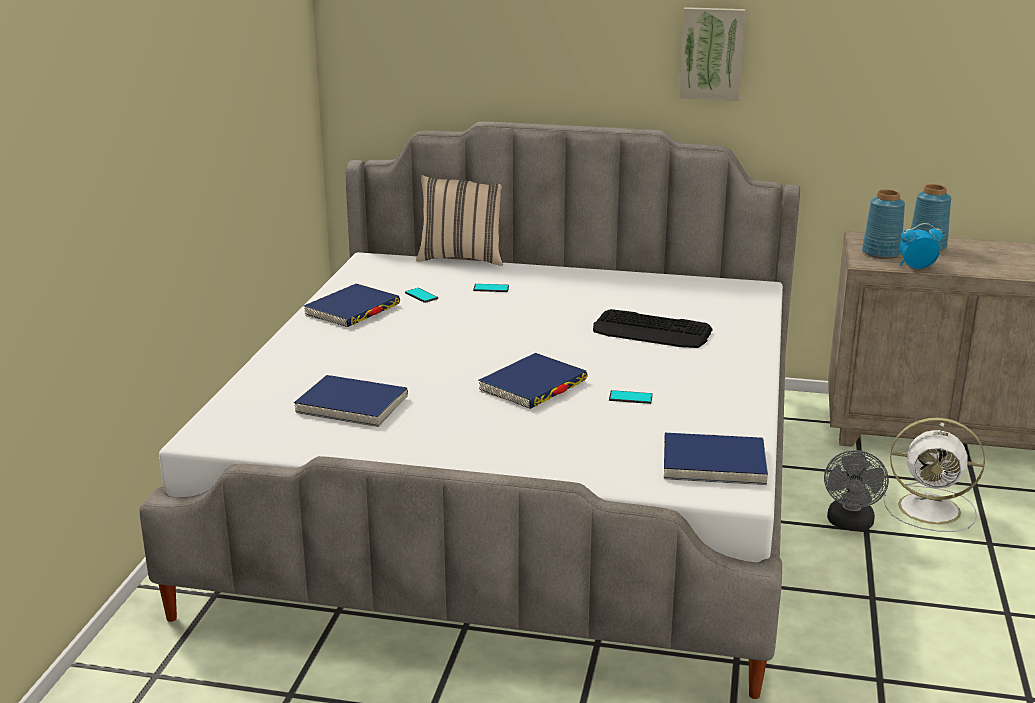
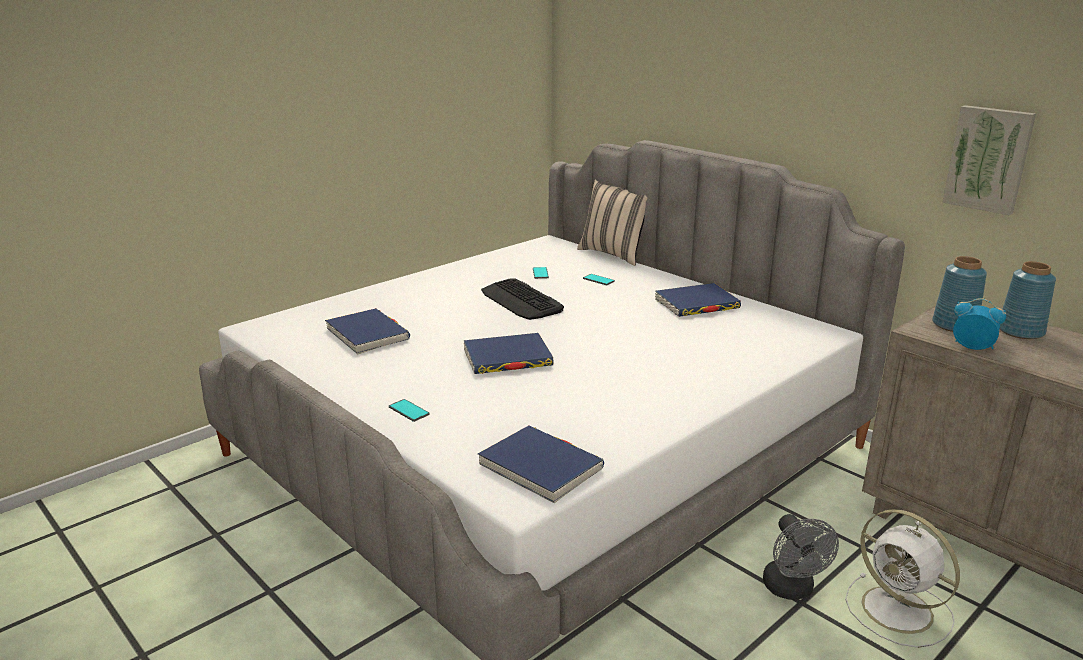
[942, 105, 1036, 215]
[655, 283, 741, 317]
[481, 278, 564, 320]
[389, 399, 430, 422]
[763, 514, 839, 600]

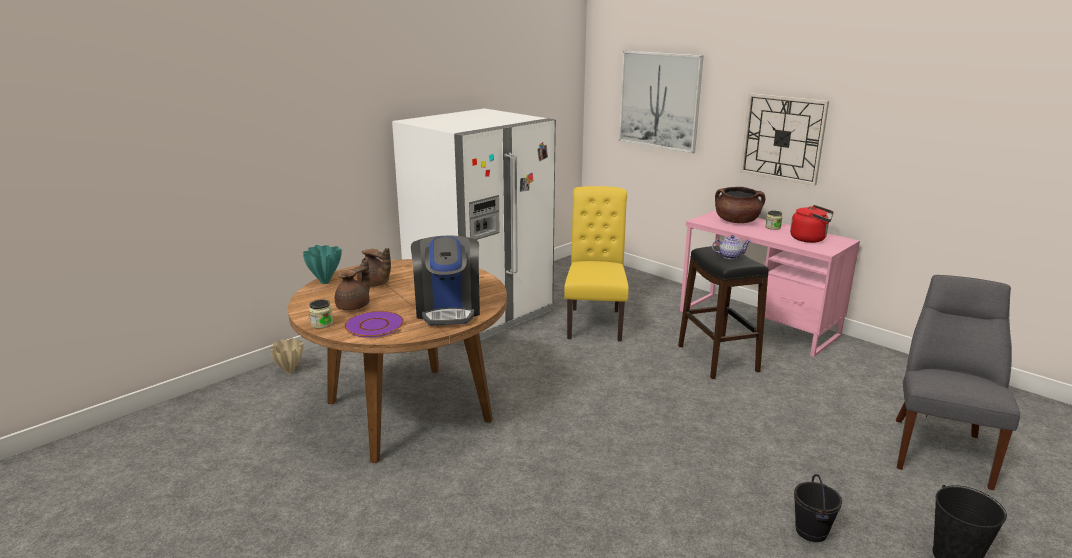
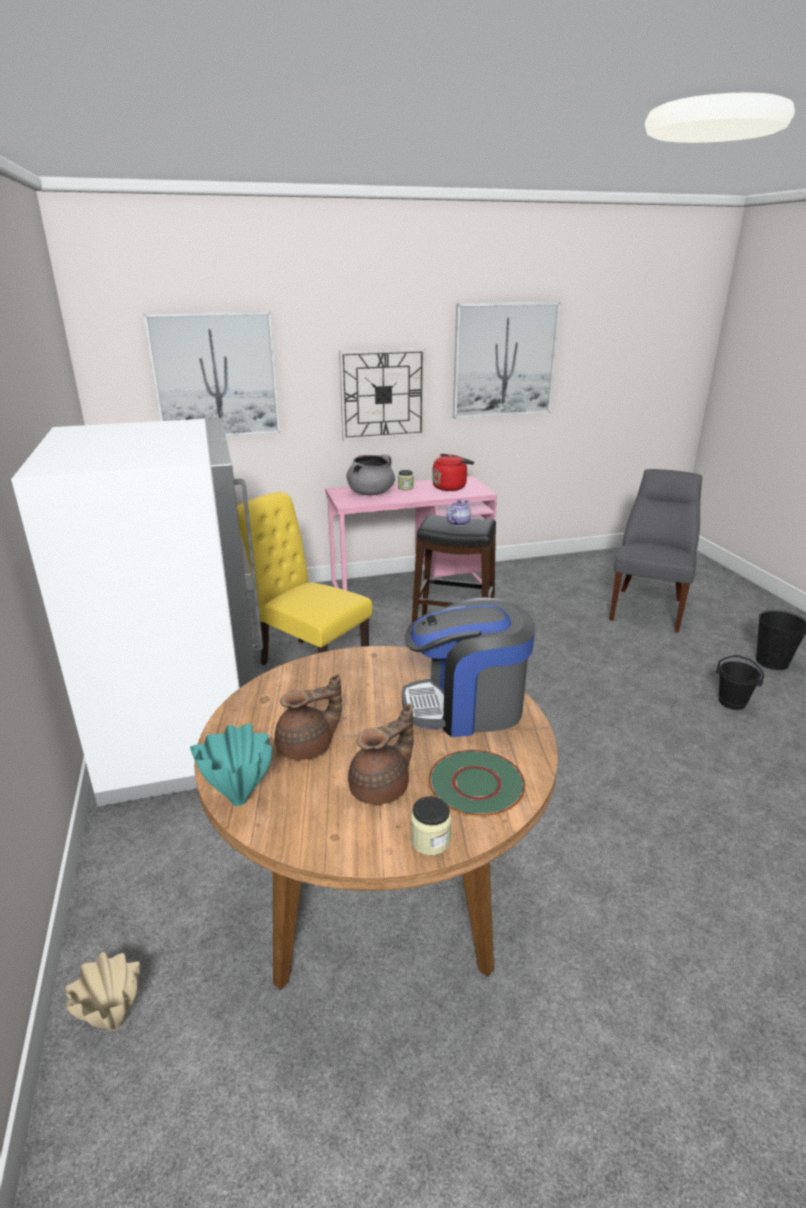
[346, 454, 395, 495]
[402, 597, 535, 737]
[348, 704, 413, 804]
[609, 469, 702, 633]
[428, 750, 526, 817]
[453, 302, 561, 418]

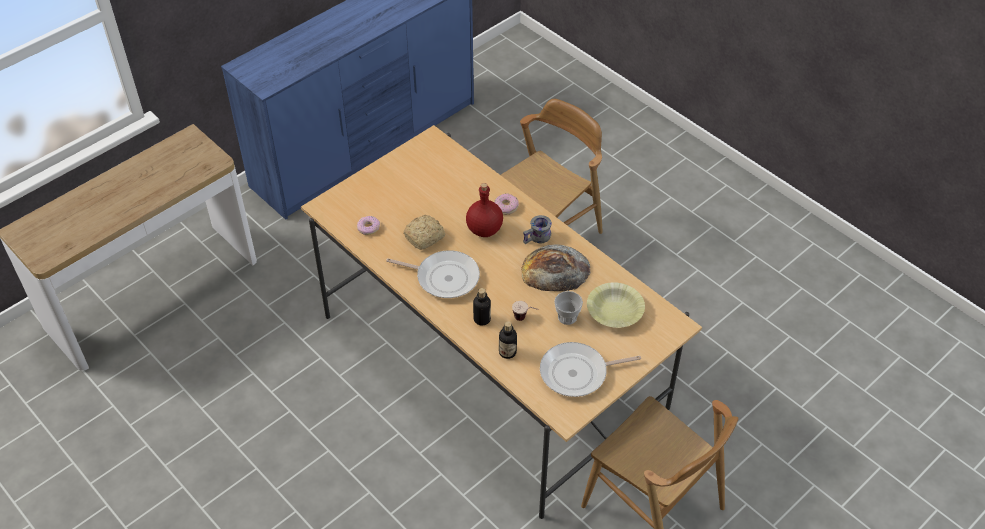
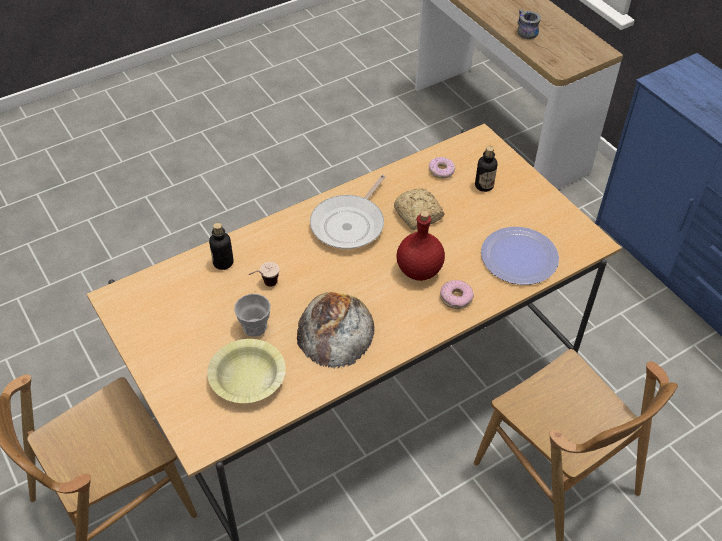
[517, 9, 541, 39]
[475, 146, 497, 192]
[540, 342, 641, 397] (first image)
[481, 227, 559, 285]

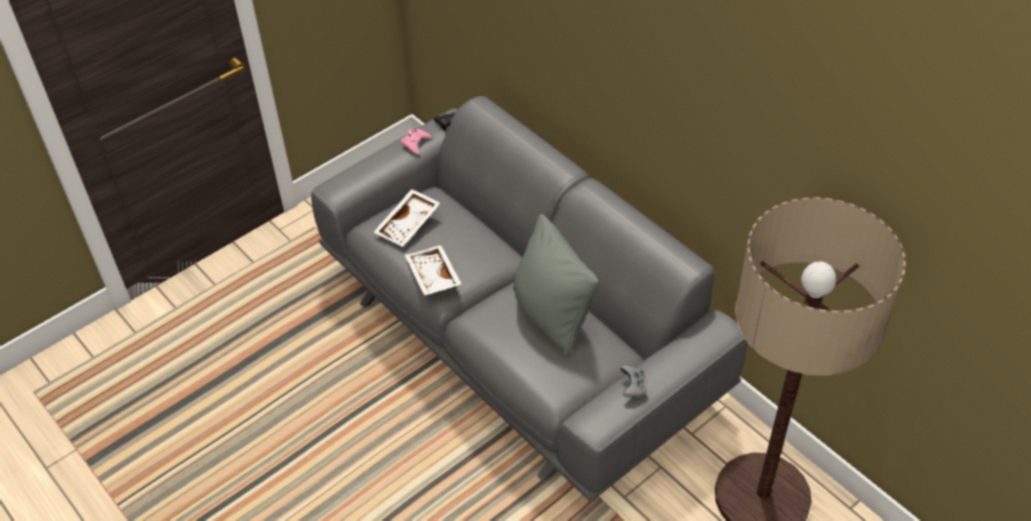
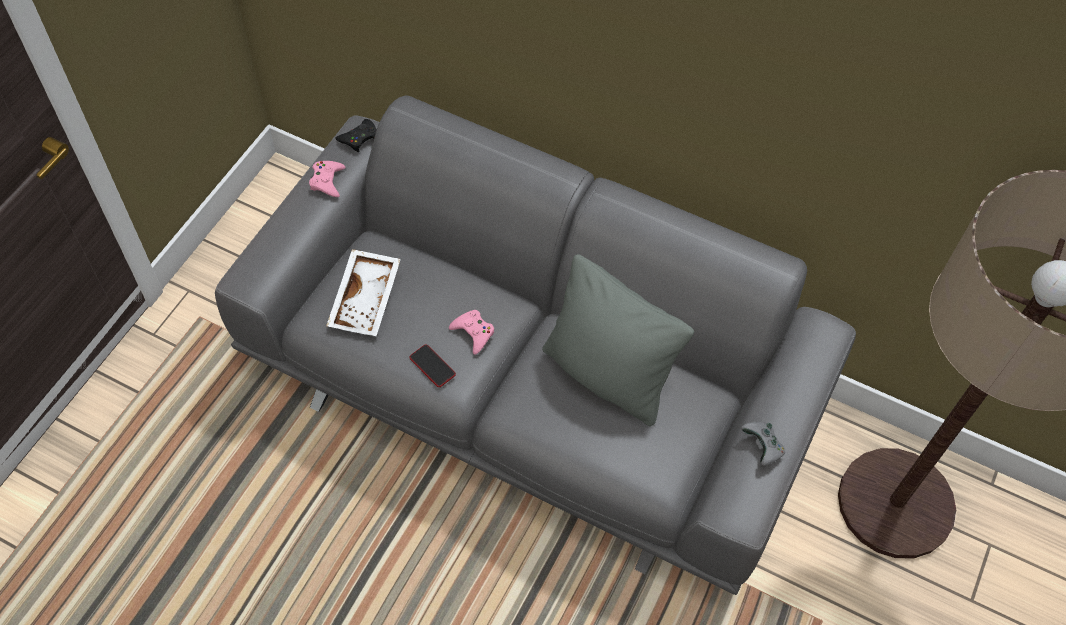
[409, 344, 456, 387]
[449, 310, 494, 355]

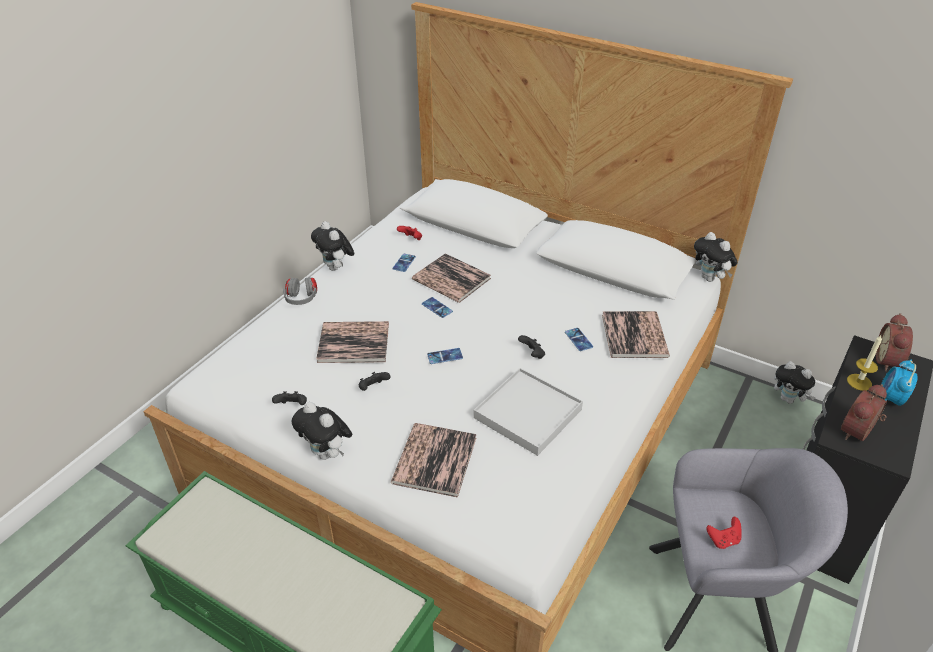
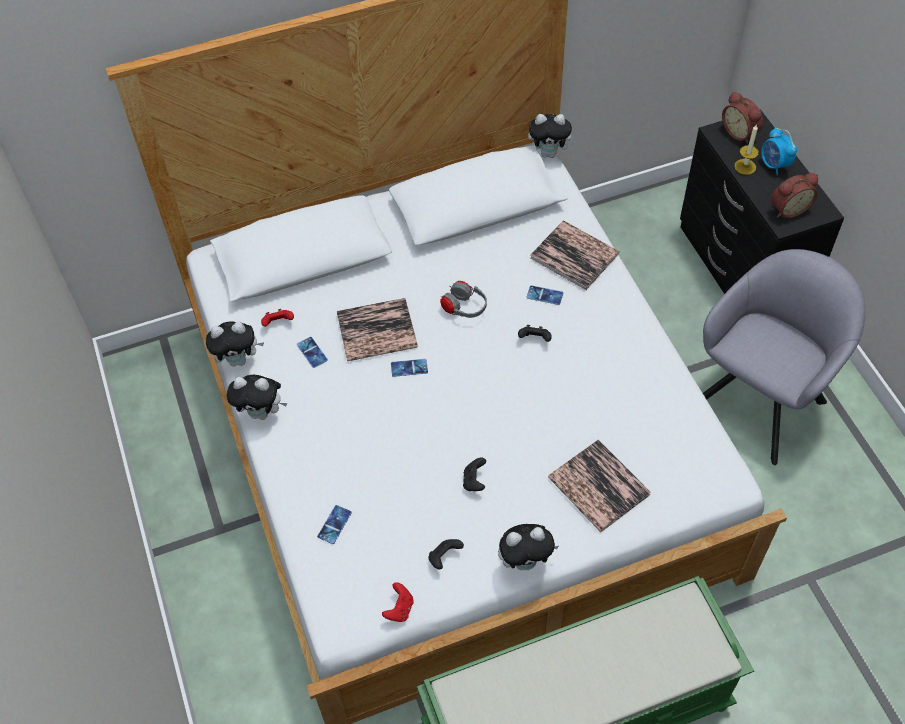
[440, 281, 487, 318]
[316, 321, 389, 363] (first image)
[317, 505, 352, 544]
[206, 322, 264, 367]
[474, 368, 583, 456] (first image)
[771, 173, 818, 218]
[382, 582, 414, 622]

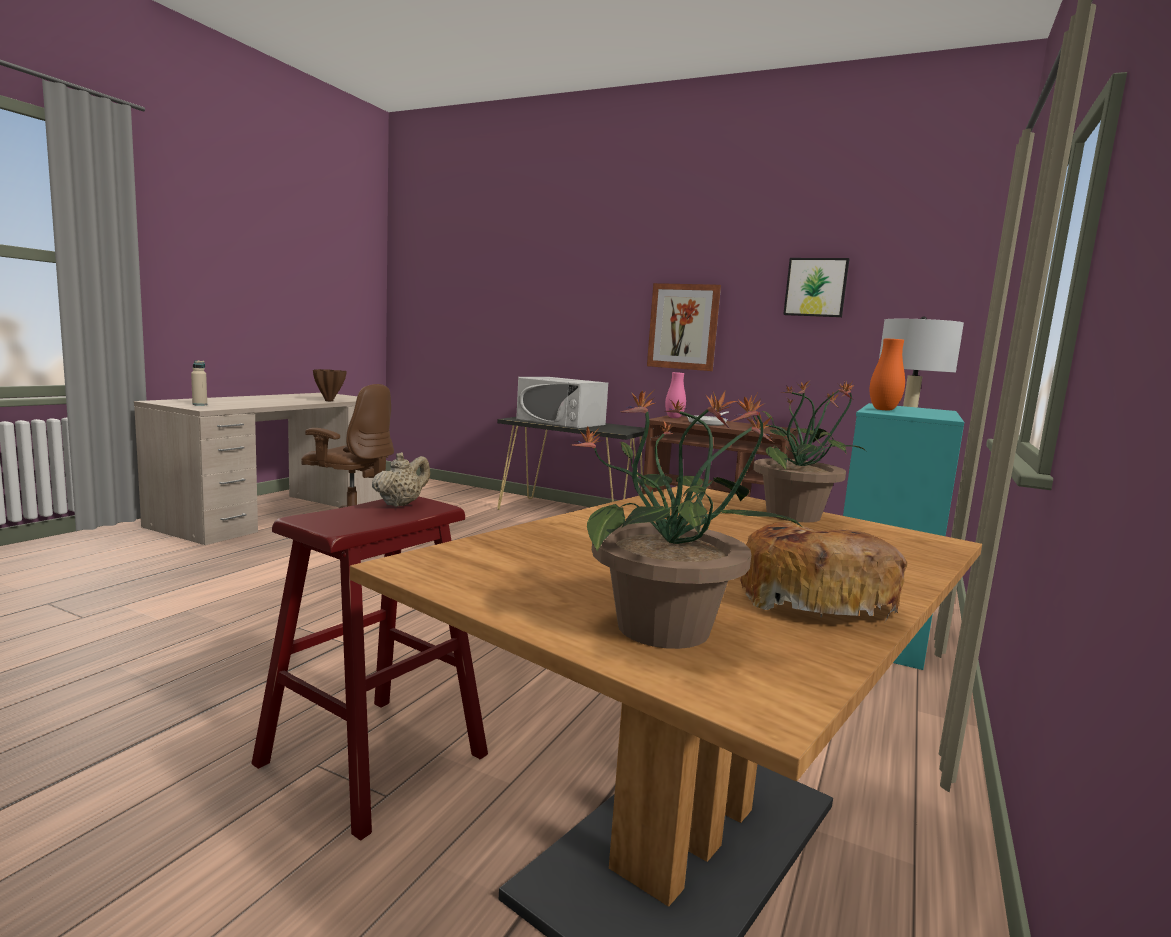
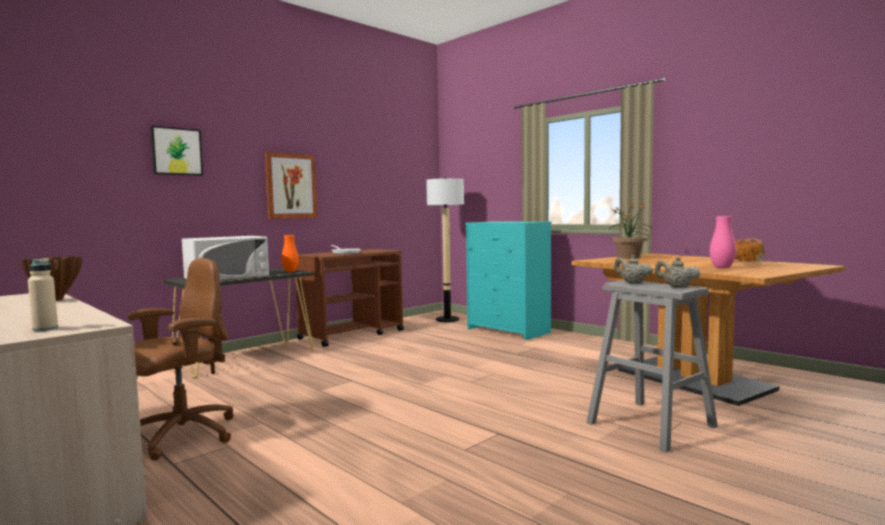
[150, 126, 203, 176]
[281, 235, 299, 272]
[710, 216, 736, 268]
[572, 390, 802, 649] (first image)
[586, 280, 718, 453]
[655, 257, 700, 288]

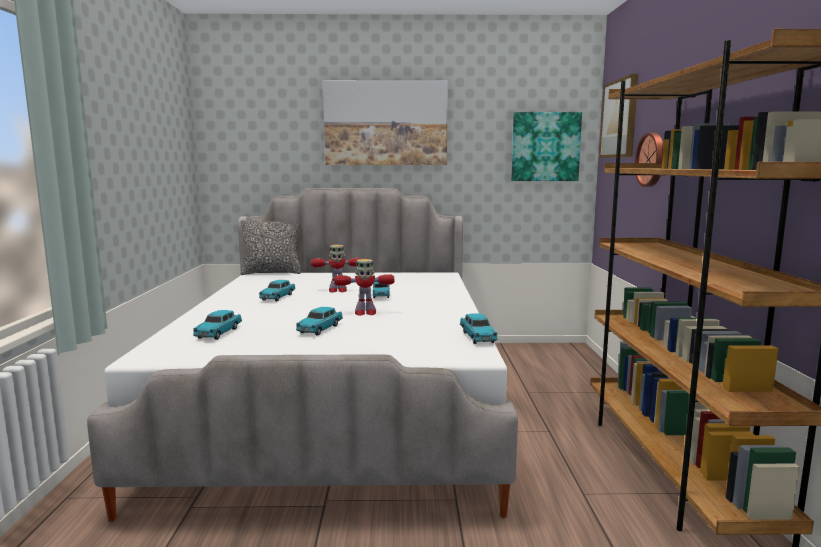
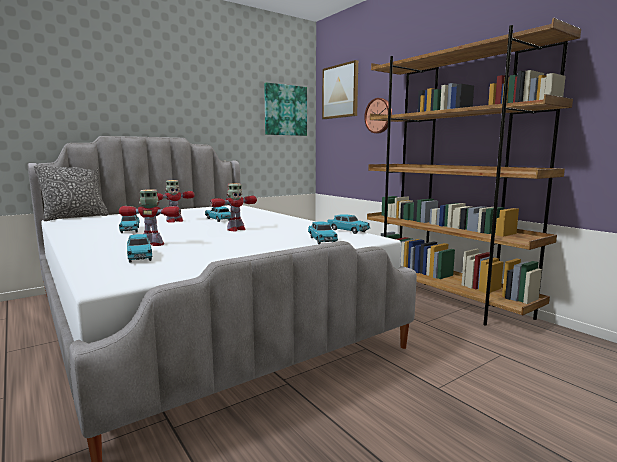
[323, 80, 448, 165] (first image)
[308, 222, 338, 244]
[119, 189, 181, 246]

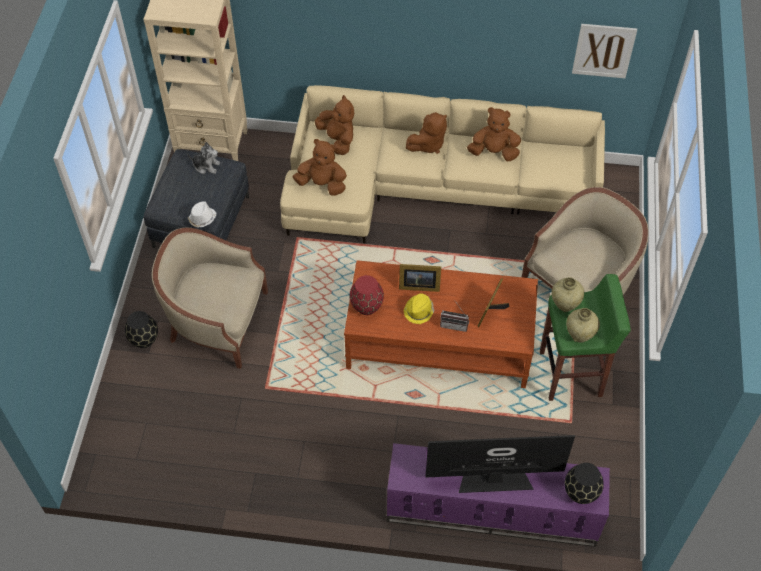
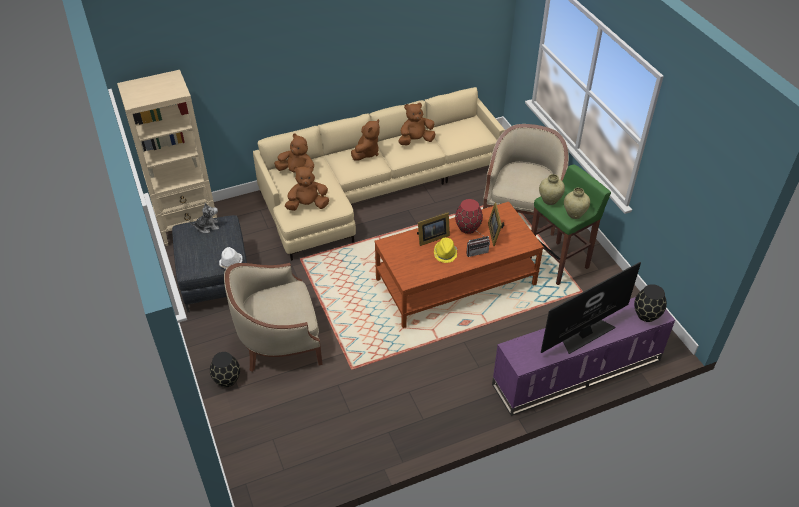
[572, 24, 637, 78] (first image)
[455, 199, 483, 234]

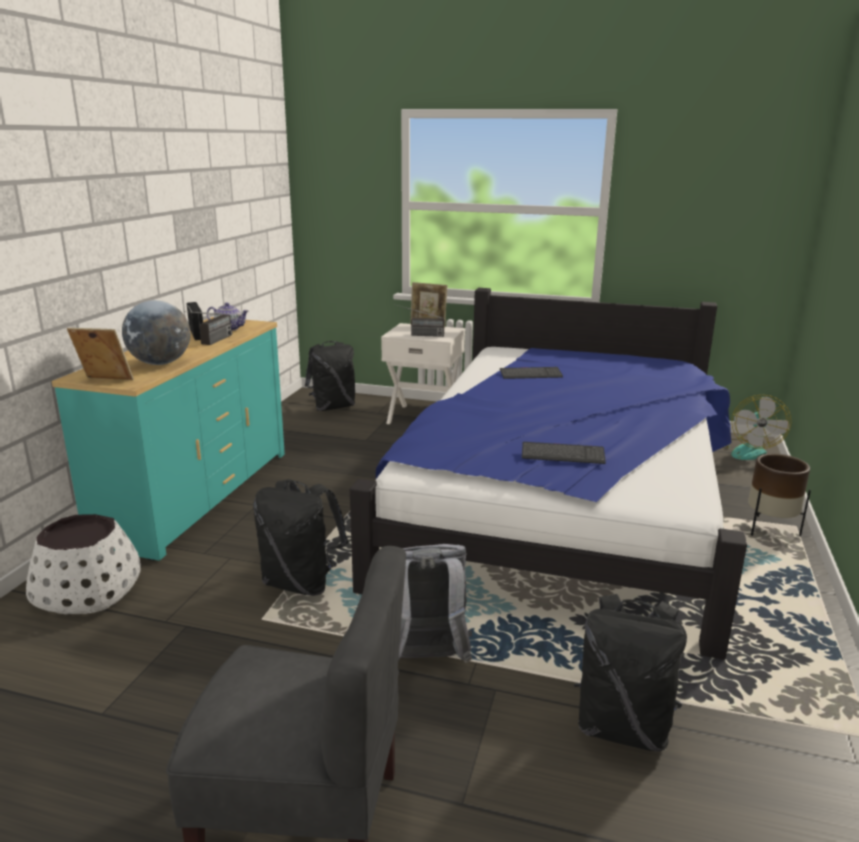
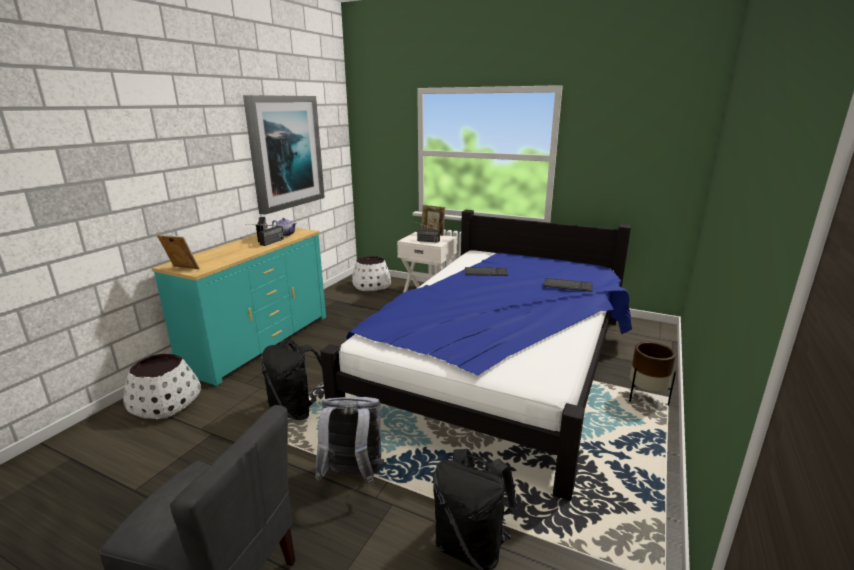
[122, 300, 190, 365] (first image)
[352, 256, 391, 291]
[725, 395, 791, 460] (first image)
[544, 278, 593, 292]
[243, 95, 325, 215]

